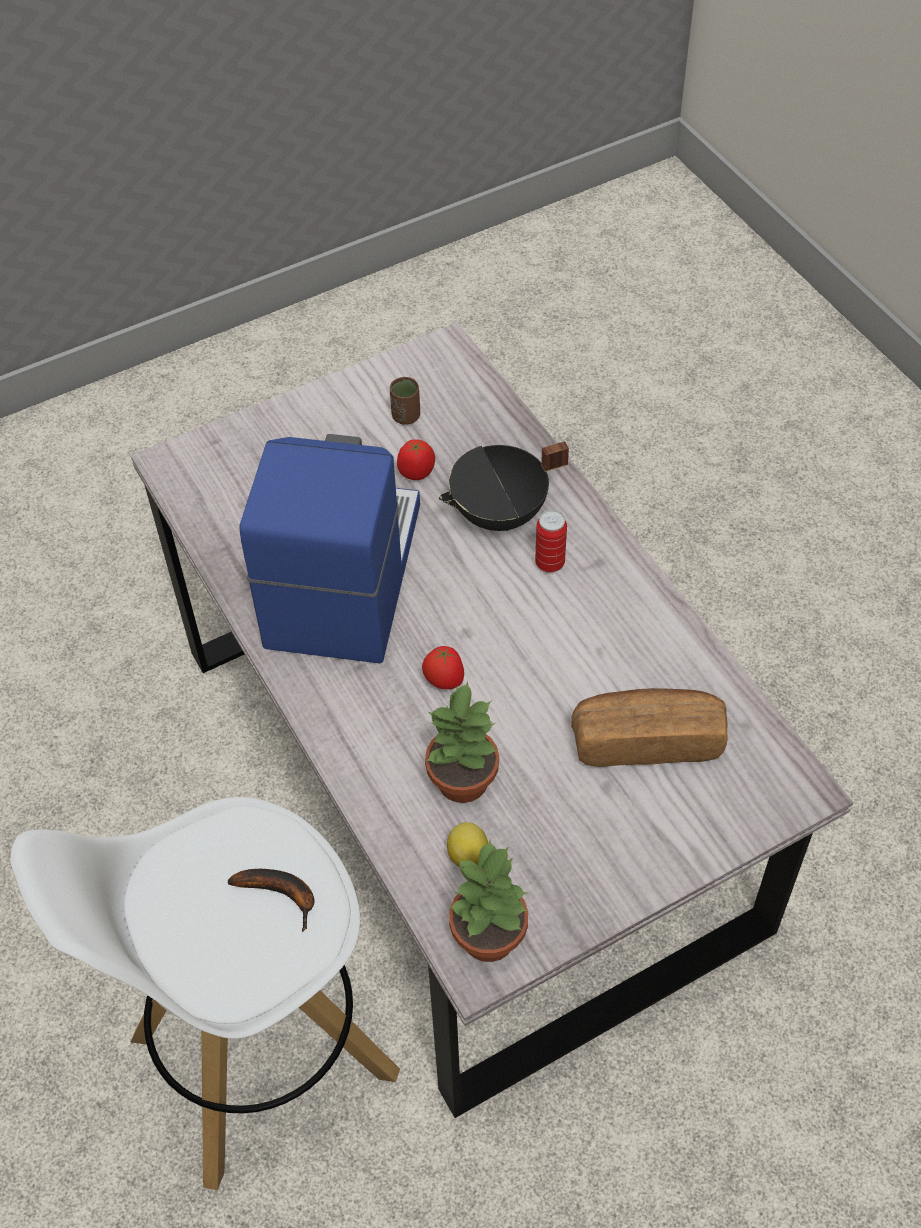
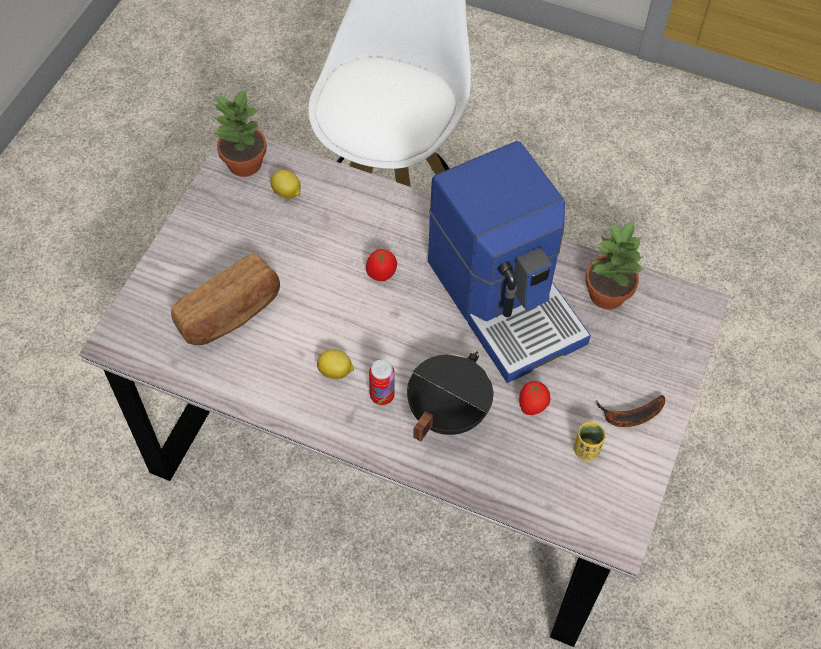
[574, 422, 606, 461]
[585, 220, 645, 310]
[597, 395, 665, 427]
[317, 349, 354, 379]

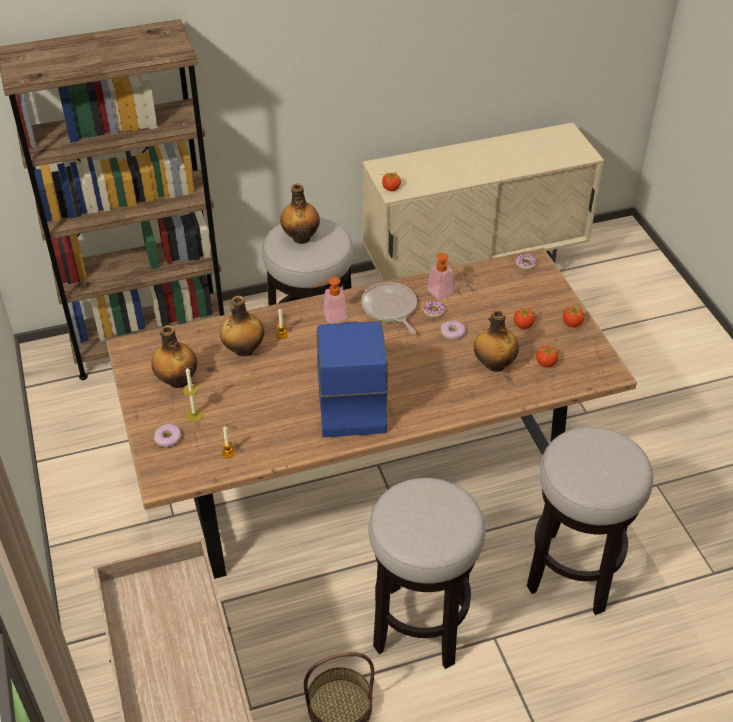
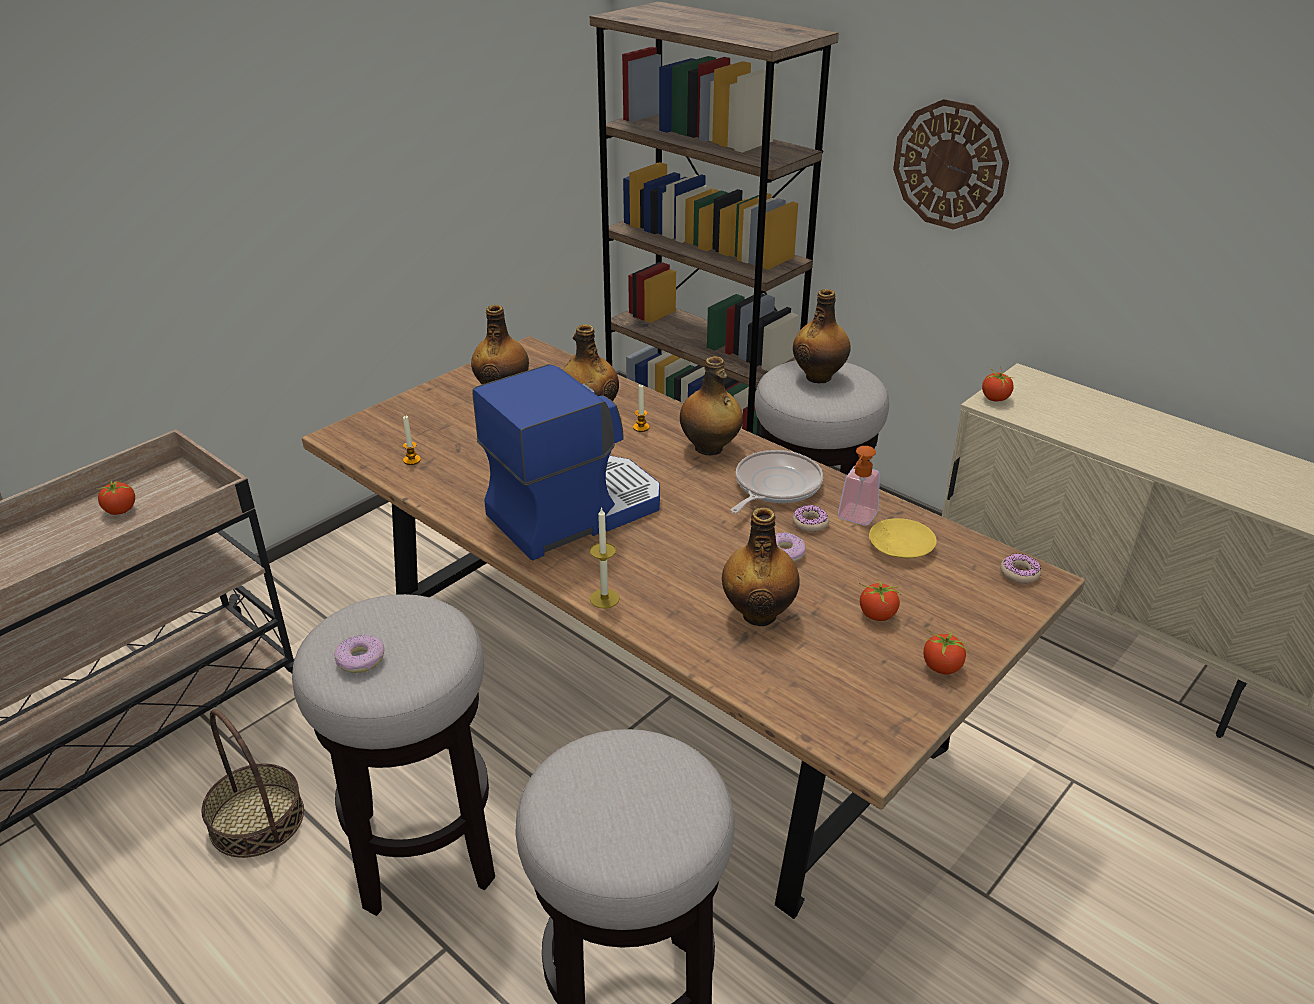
[680, 356, 743, 456]
[98, 479, 135, 515]
[590, 507, 620, 609]
[334, 635, 384, 673]
[893, 99, 1009, 230]
[869, 518, 937, 558]

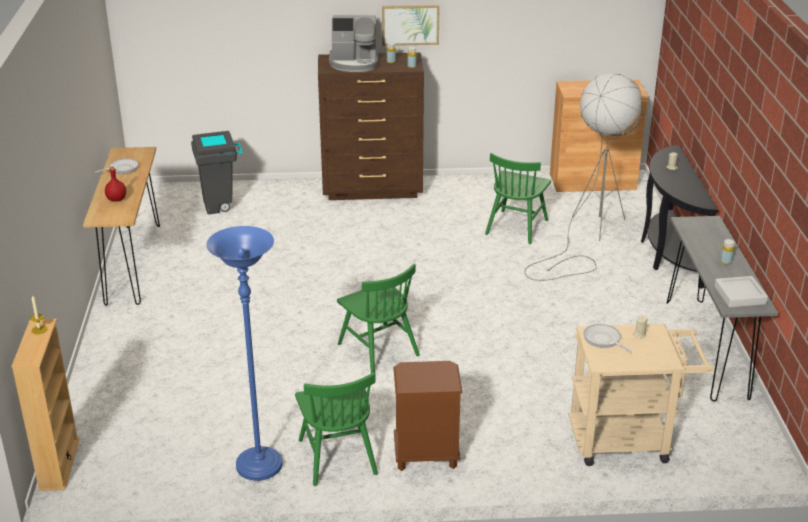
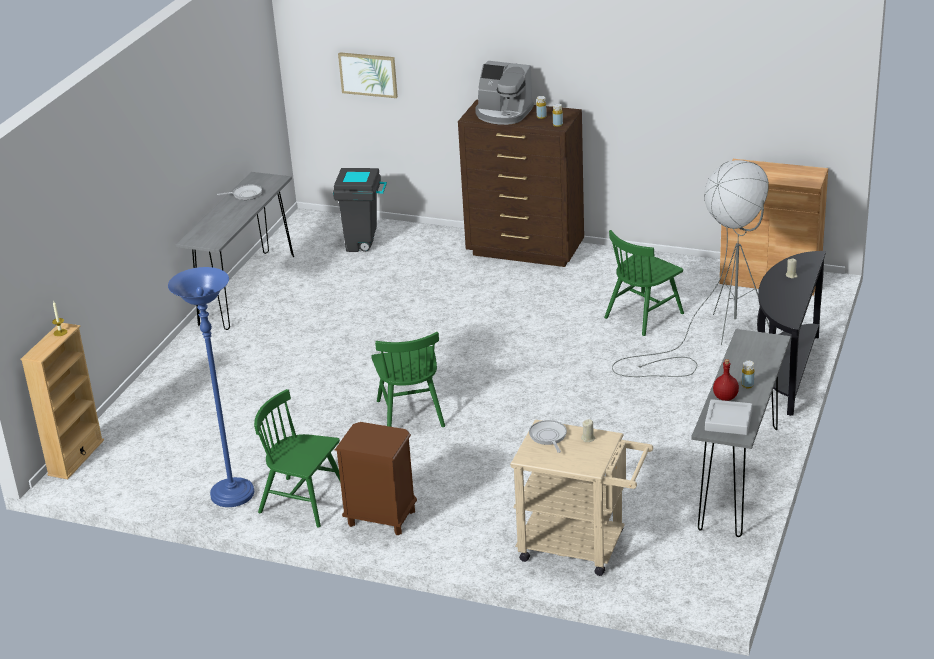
[338, 52, 398, 98]
[176, 172, 294, 330]
[713, 359, 739, 401]
[254, 389, 340, 528]

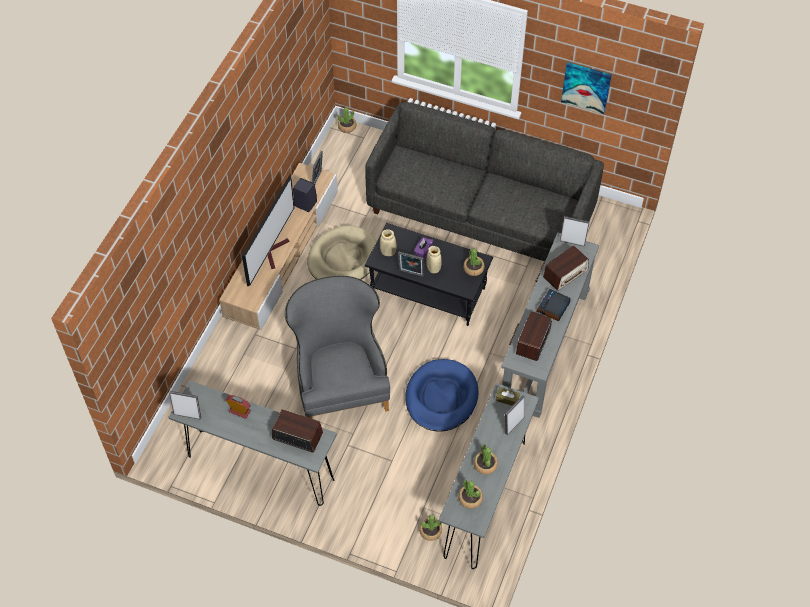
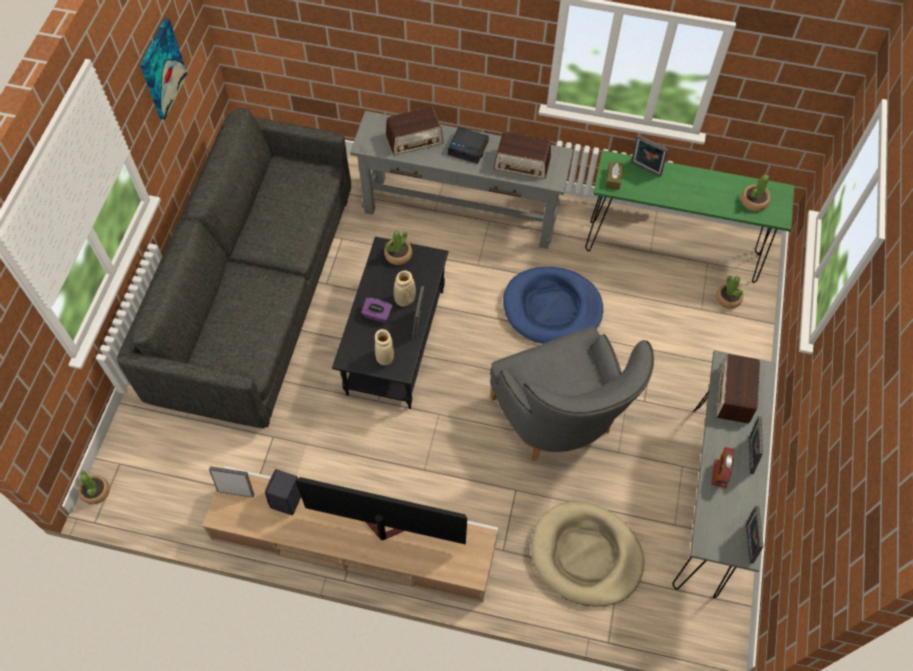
[749, 416, 763, 474]
[531, 502, 644, 607]
[386, 107, 443, 155]
[490, 327, 654, 461]
[585, 150, 795, 283]
[474, 445, 498, 475] (first image)

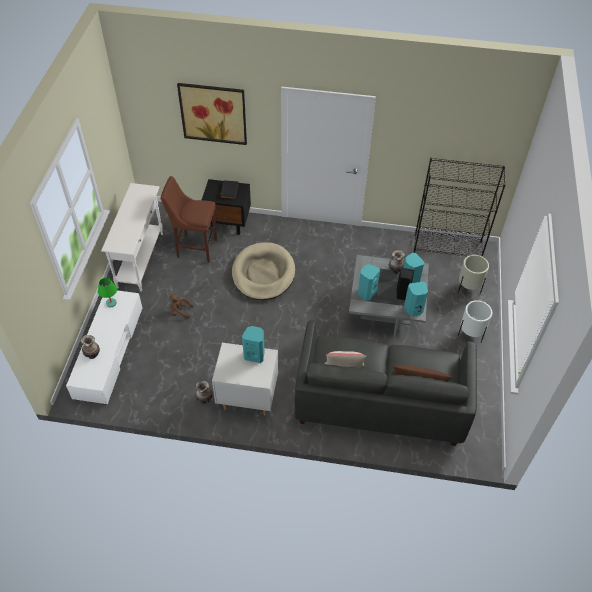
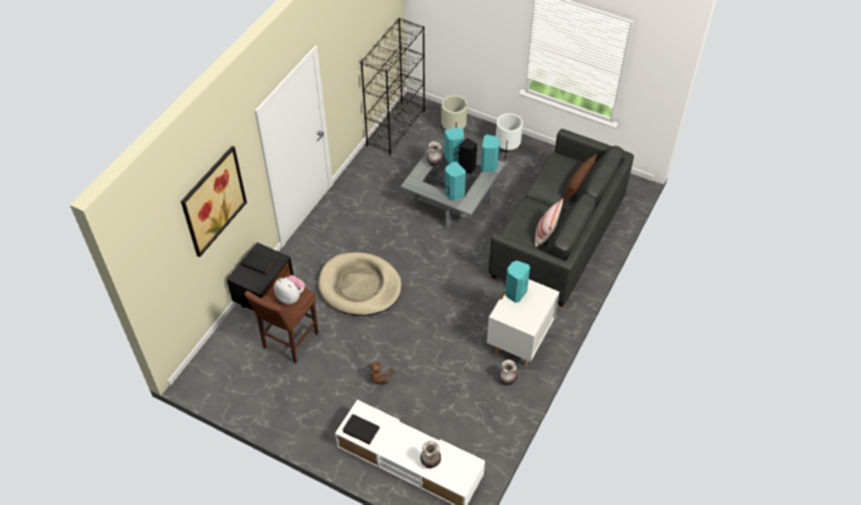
[101, 183, 163, 292] (first image)
[343, 414, 380, 445]
[274, 275, 305, 304]

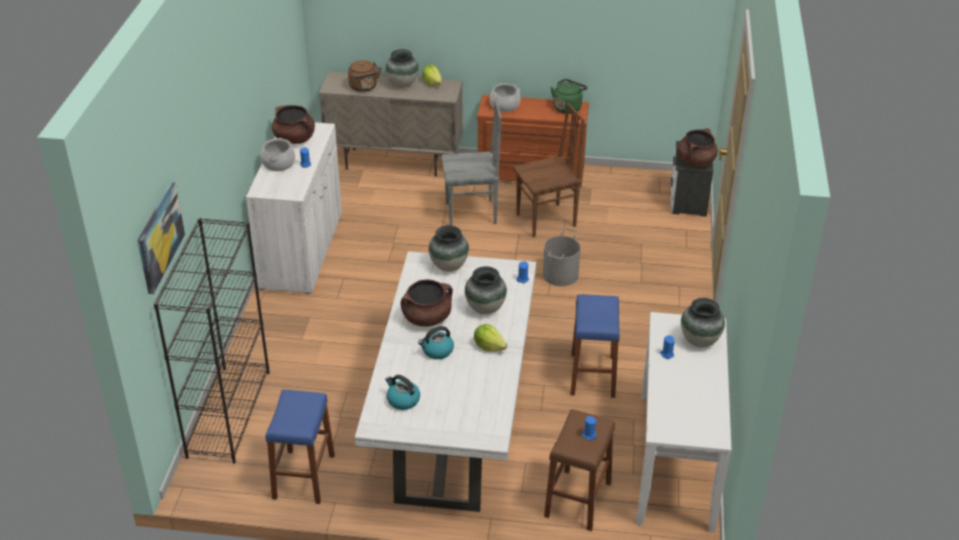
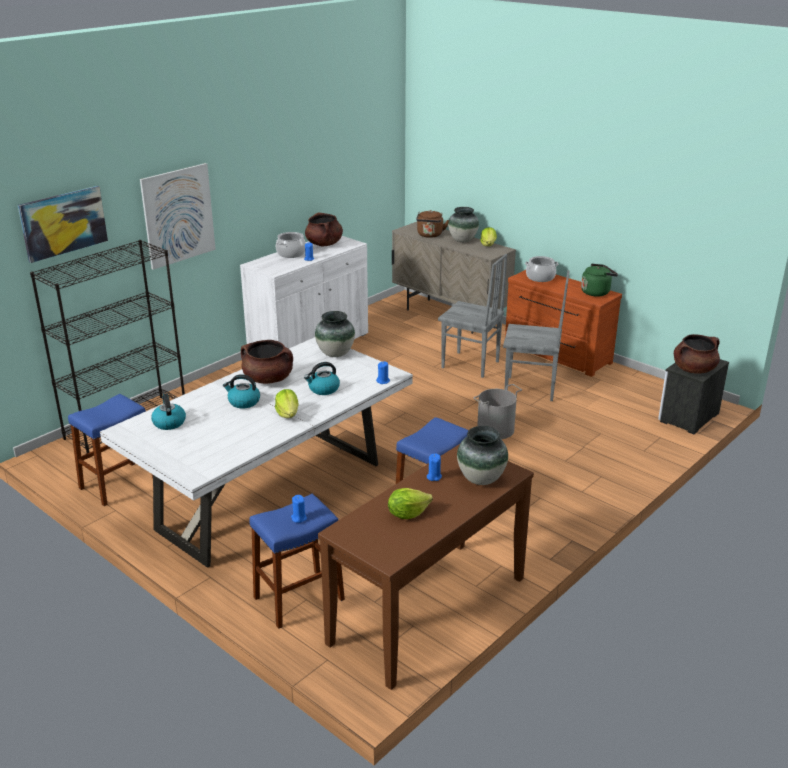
[503, 270, 570, 401]
[304, 362, 340, 395]
[318, 444, 534, 690]
[249, 494, 345, 629]
[140, 163, 216, 270]
[388, 488, 433, 519]

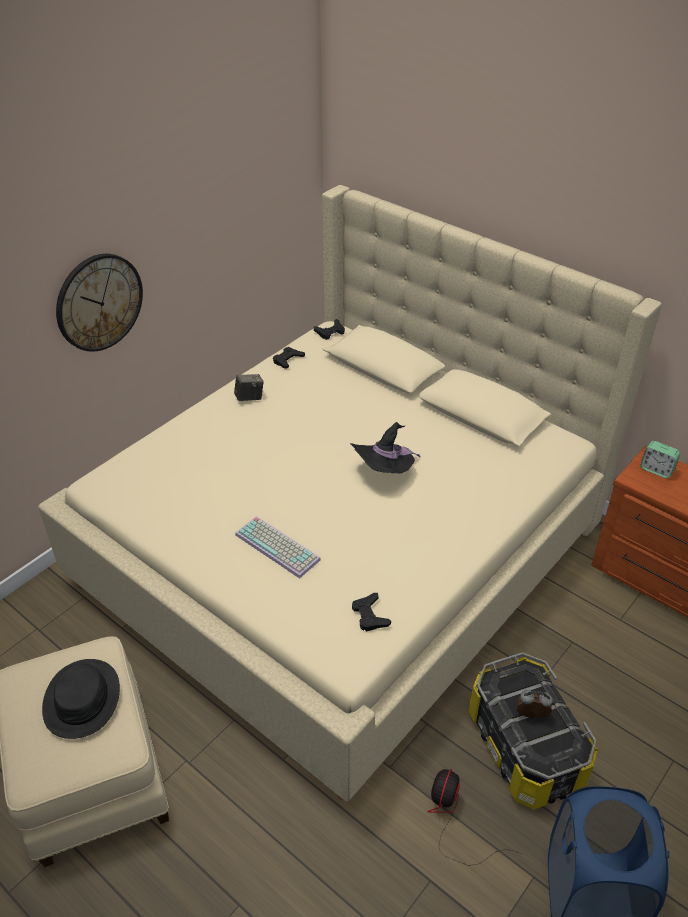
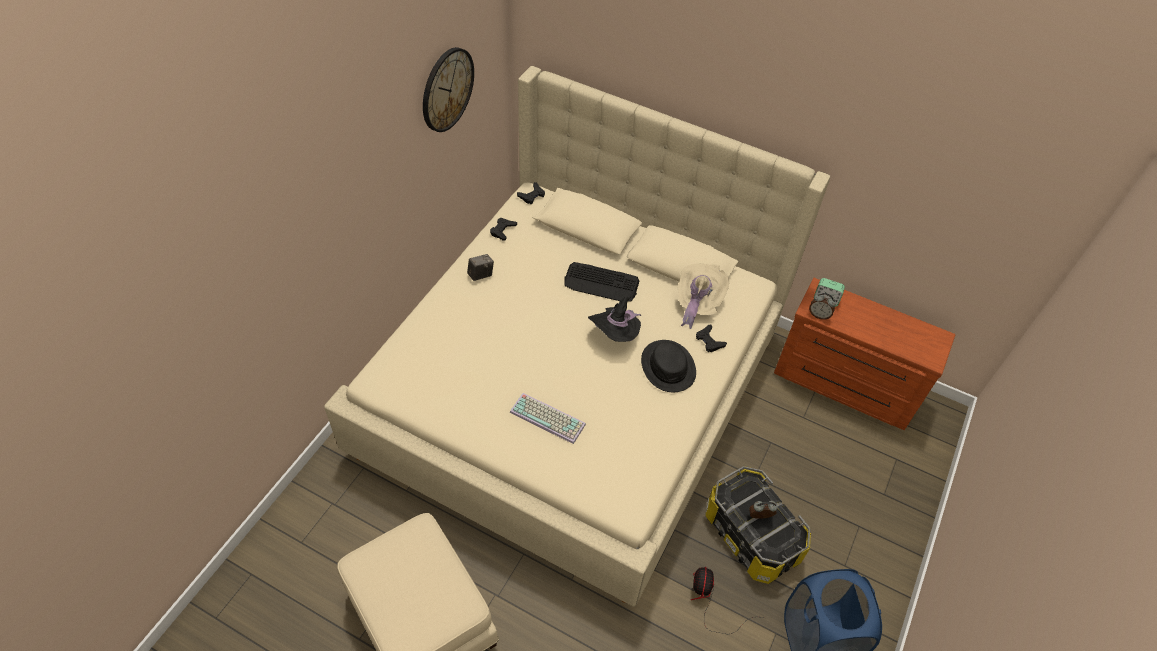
[423, 47, 474, 132]
[696, 325, 727, 352]
[641, 340, 696, 392]
[564, 262, 639, 302]
[678, 263, 729, 329]
[809, 293, 836, 320]

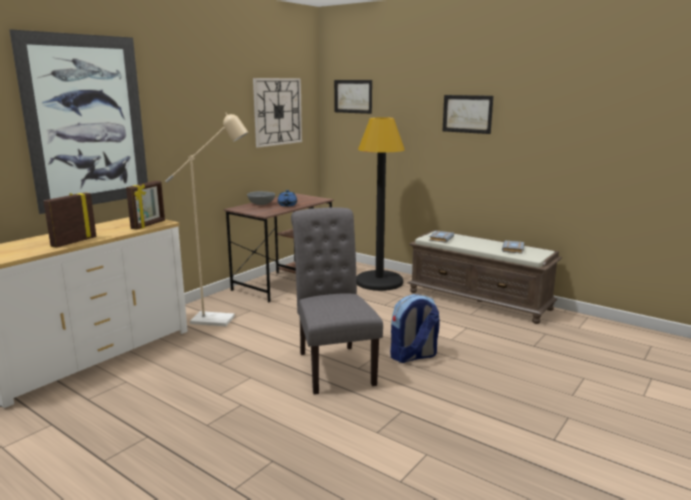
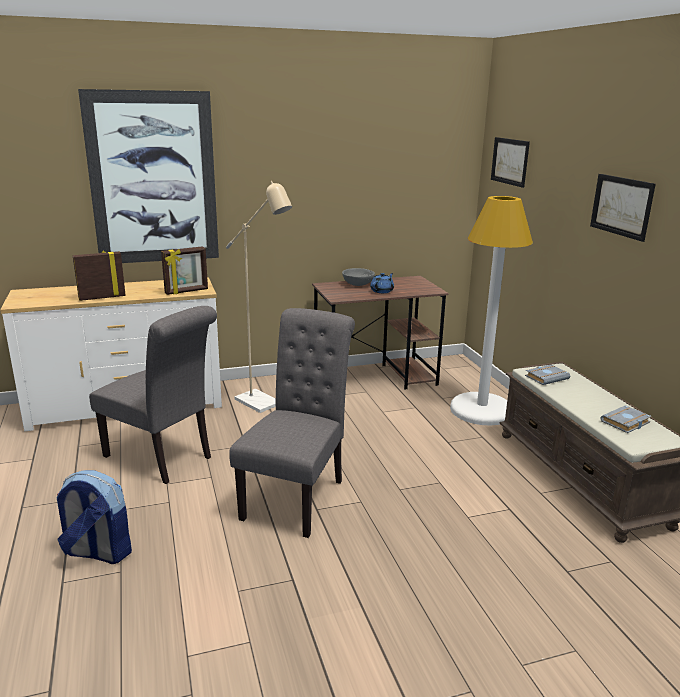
[253, 78, 302, 148] (first image)
[450, 196, 533, 425]
[57, 470, 132, 564]
[89, 306, 217, 484]

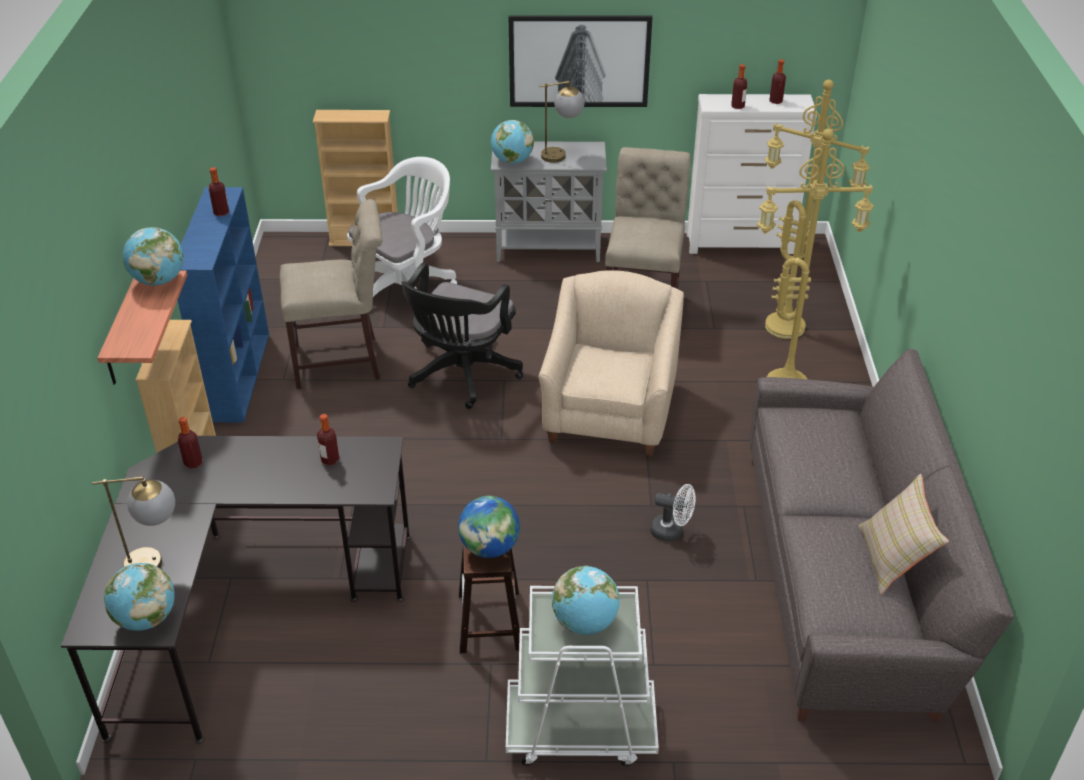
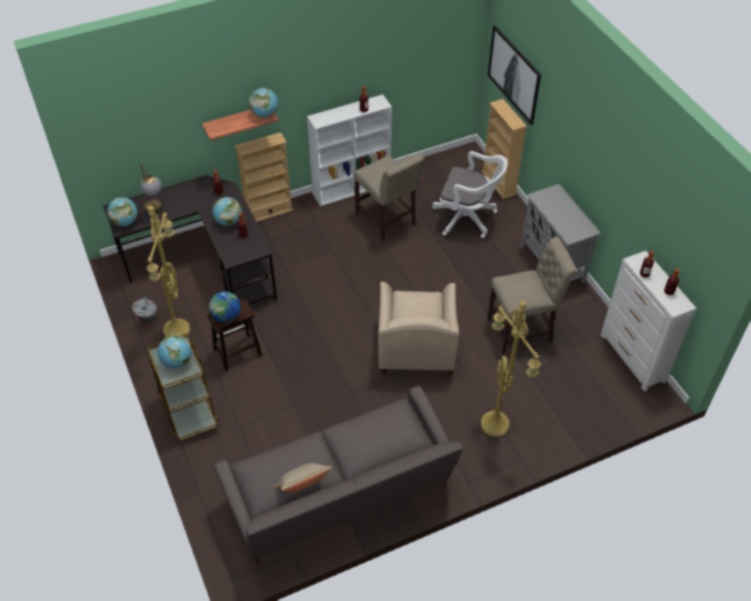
[488, 25, 541, 125]
[146, 205, 190, 337]
[539, 81, 585, 163] (first image)
[212, 197, 242, 226]
[307, 94, 392, 206]
[401, 263, 523, 409] (first image)
[378, 282, 459, 376]
[132, 294, 157, 322]
[147, 333, 218, 442]

